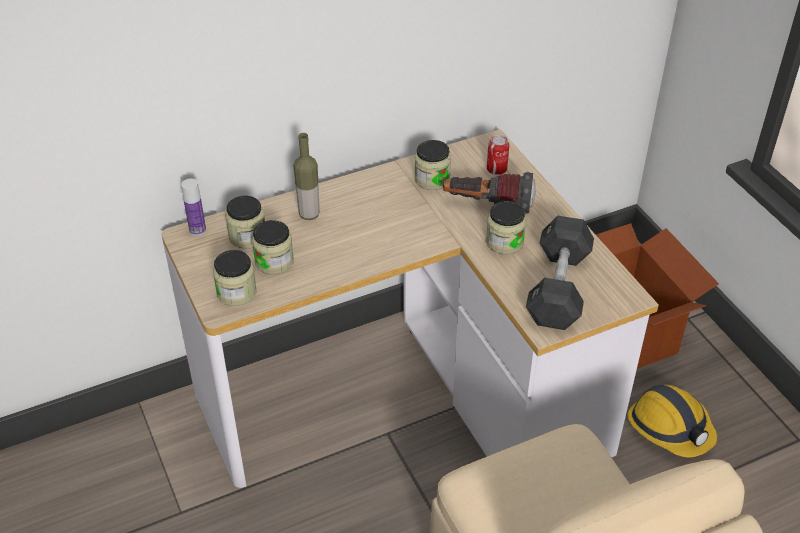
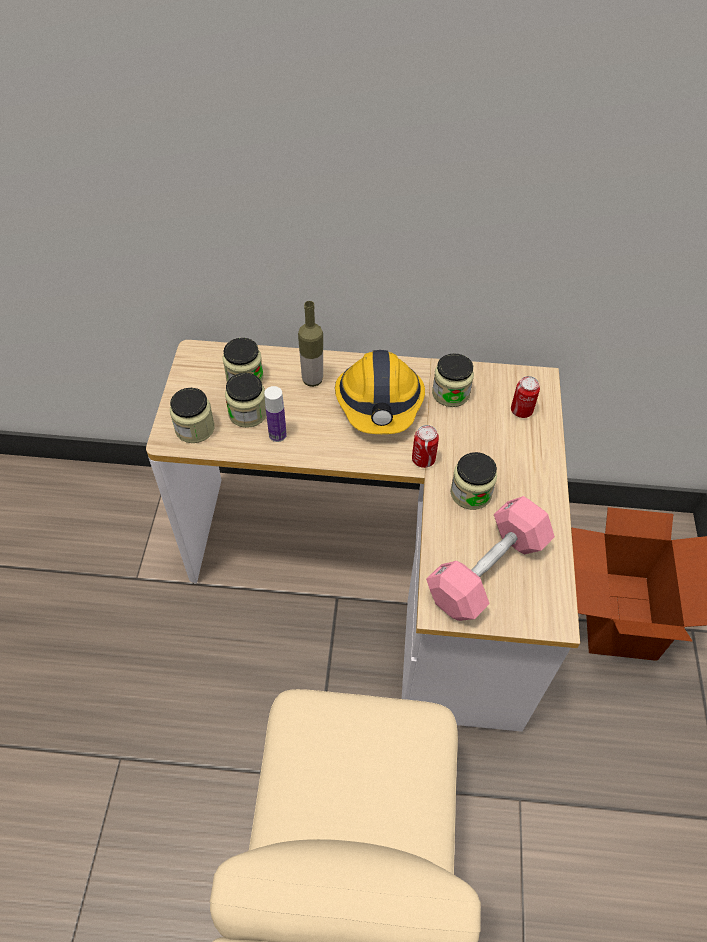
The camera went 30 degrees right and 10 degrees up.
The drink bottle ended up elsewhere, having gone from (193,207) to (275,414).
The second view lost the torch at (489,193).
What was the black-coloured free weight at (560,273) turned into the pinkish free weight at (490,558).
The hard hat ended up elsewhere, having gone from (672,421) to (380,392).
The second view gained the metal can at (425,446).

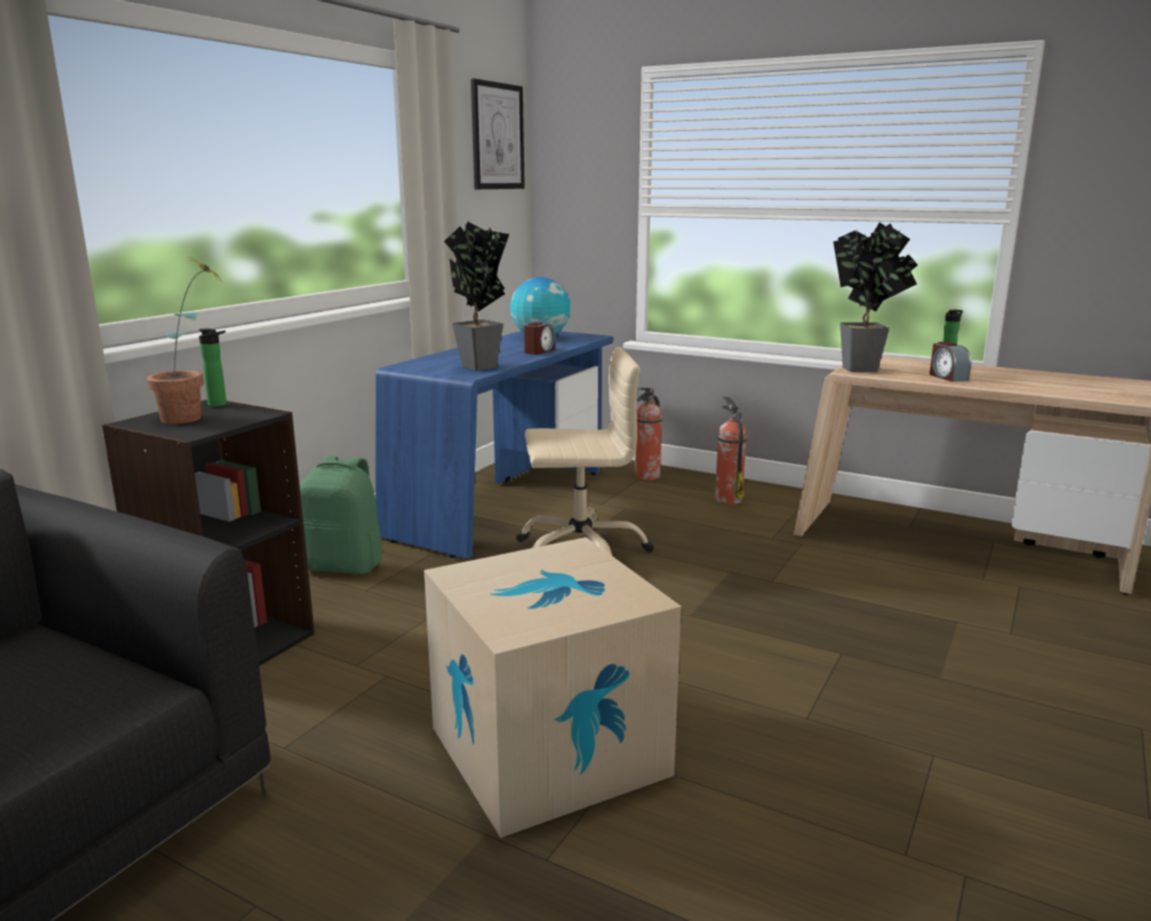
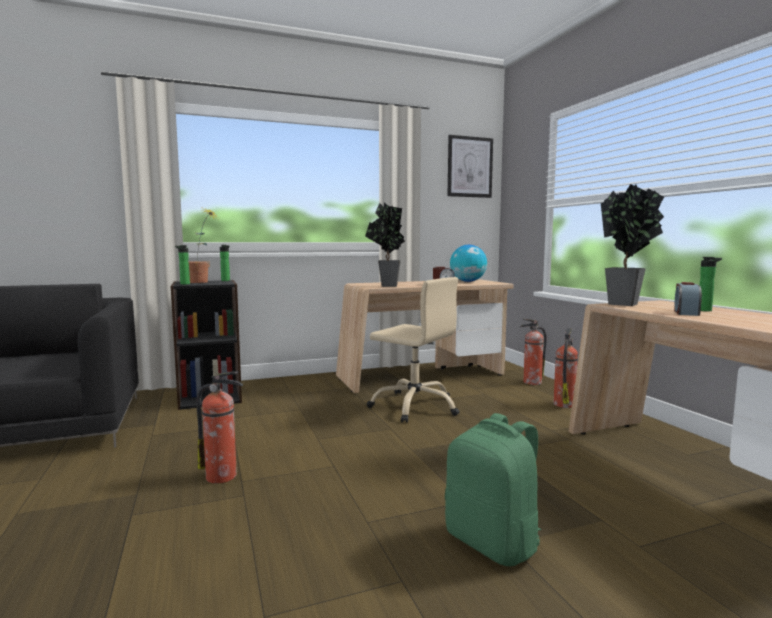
The camera went 40 degrees right and 10 degrees down.
The green backpack ended up elsewhere, having gone from (341,515) to (493,489).
What was the bluish desk table at (494,445) turned into the sand-coloured desk table at (425,336).
Where the packing box stood at (552,687), the fire-fighting cylinder came to stand at (219,427).
The second view gained the drink bottle at (182,265).

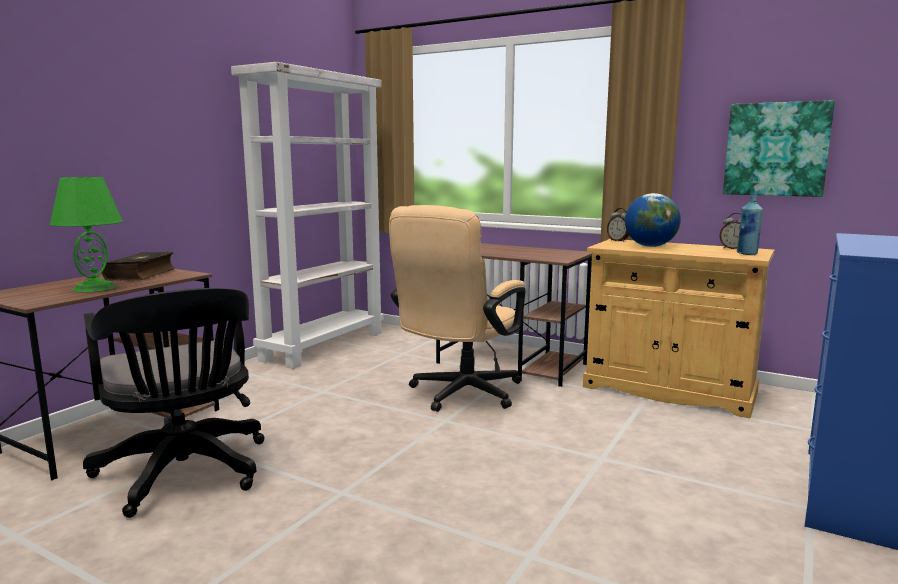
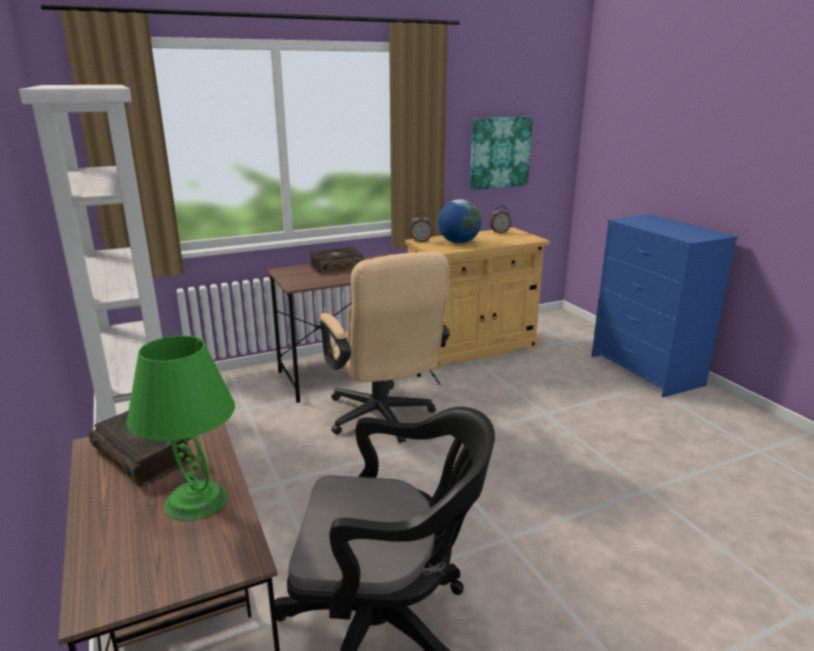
The camera went 55 degrees left and 10 degrees up.
The second view lost the bluish drink bottle at (749,225).
The second view gained the volume at (337,260).

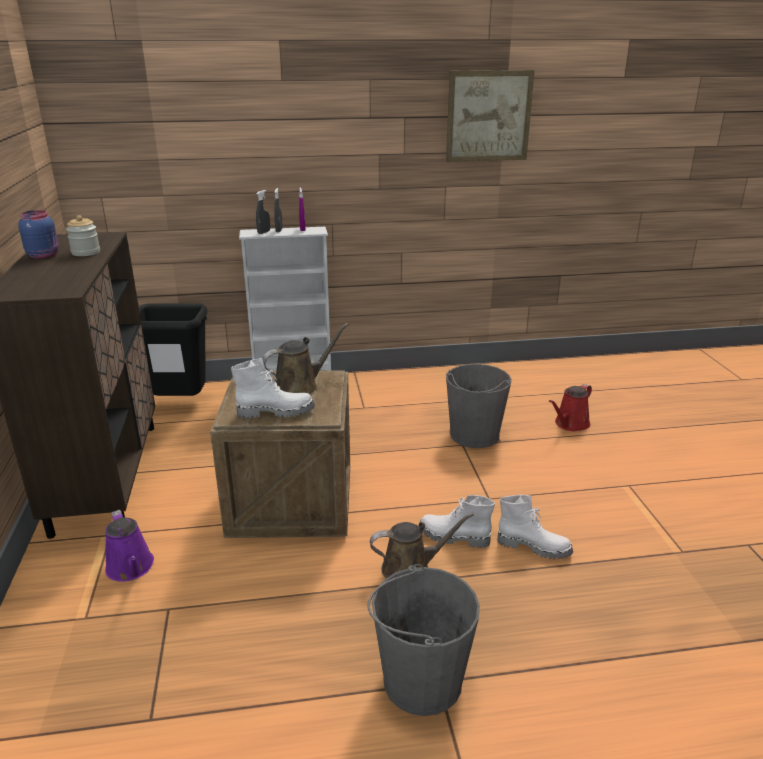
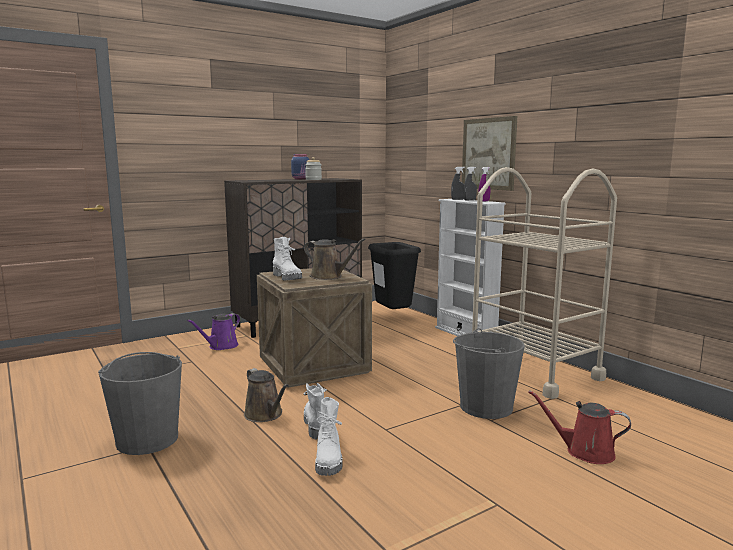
The camera went 65 degrees right and 15 degrees down.
The wall picture ended up elsewhere, having gone from (490,116) to (489,153).
The second view gained the sand-coloured cart at (544,283).

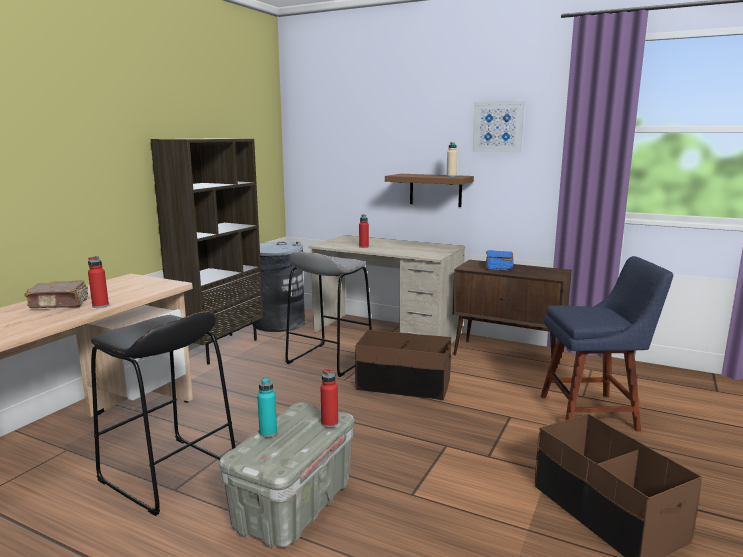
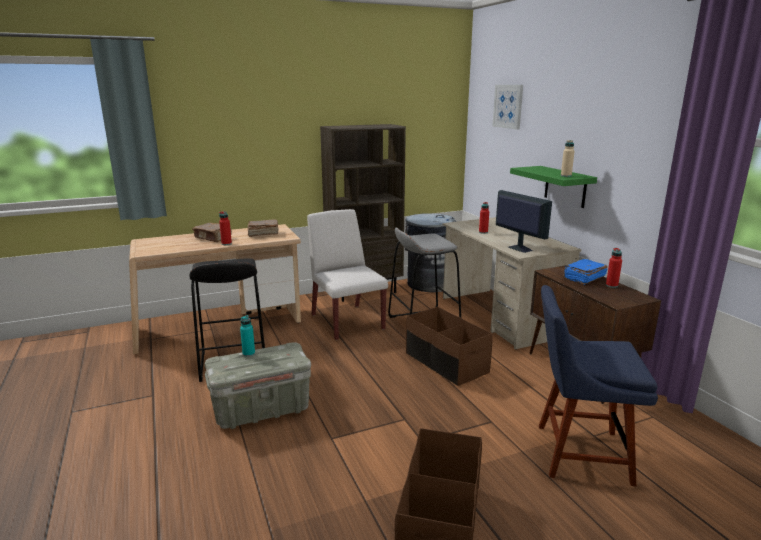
The camera went 40 degrees right and 5 degrees up.
The reddish drink bottle ended up elsewhere, having gone from (329,398) to (614,268).
What was the brown wall shelf at (429,190) turned into the green wall shelf at (553,187).
The wall picture ended up elsewhere, having gone from (498,126) to (507,107).
The bluish chair at (607,344) ended up facing another way, 150 degrees clockwise from before.
The second view gained the brown volume at (263,228).
The second view gained the white chair at (347,274).
The second view gained the computer display at (524,221).

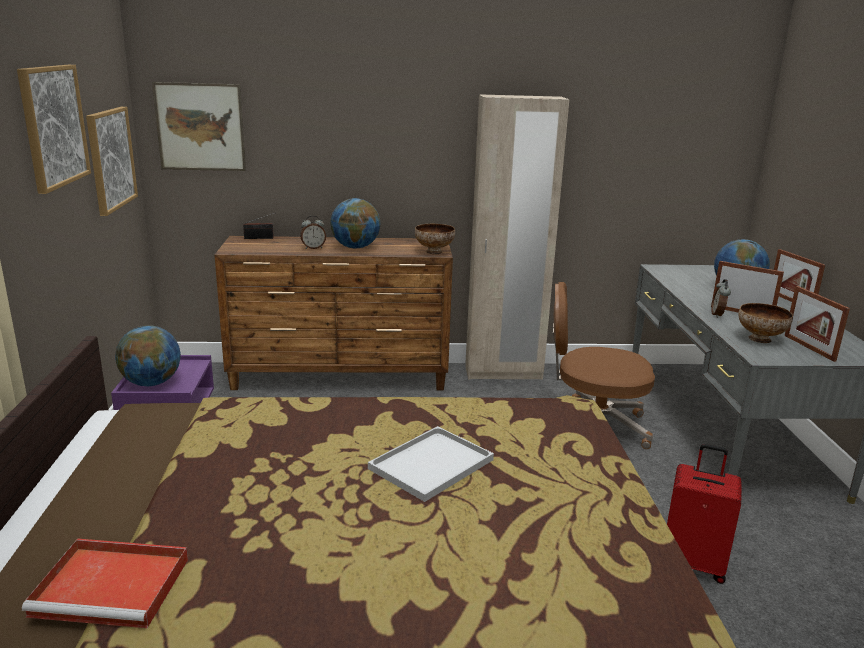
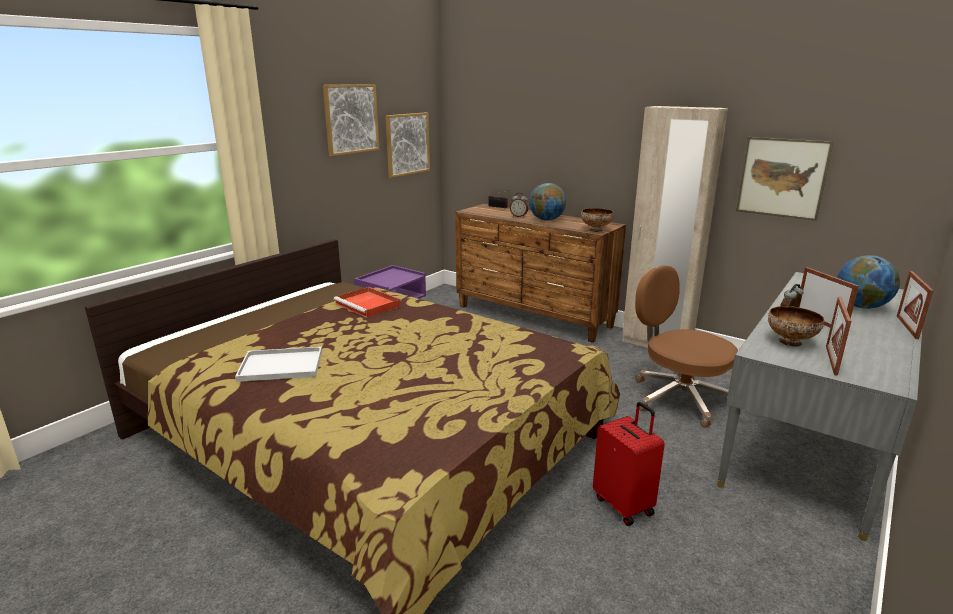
The camera went 40 degrees right and 0 degrees up.
The reddish carrying tray ended up elsewhere, having gone from (105,583) to (367,302).
The second view lost the desk globe at (147,355).
The wall picture ended up elsewhere, having gone from (199,126) to (784,179).
The white carrying tray ended up elsewhere, having gone from (431,464) to (278,364).

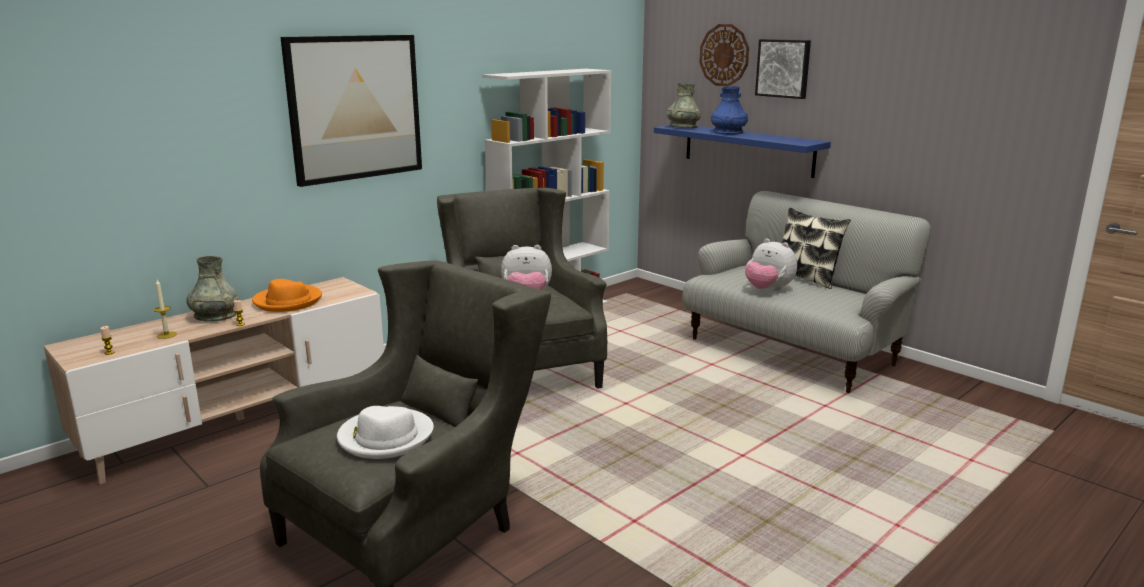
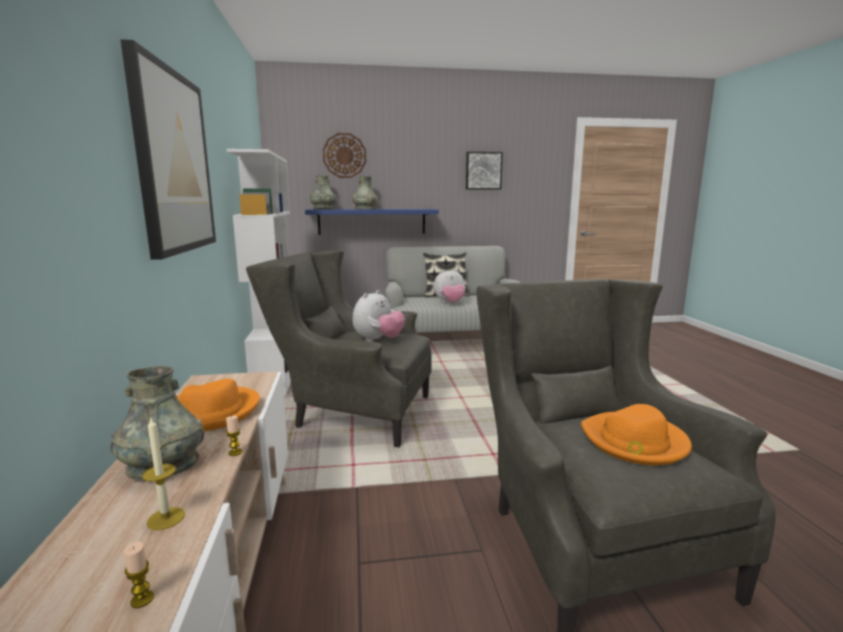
The camera went 55 degrees left and 5 degrees down.
What was the white clothing hat at (385,432) turned into the orange clothing hat at (636,434).
What was the bluish decorative vase at (729,110) turned into the greyish decorative vase at (365,192).
The wall picture ended up elsewhere, having gone from (783,69) to (484,171).

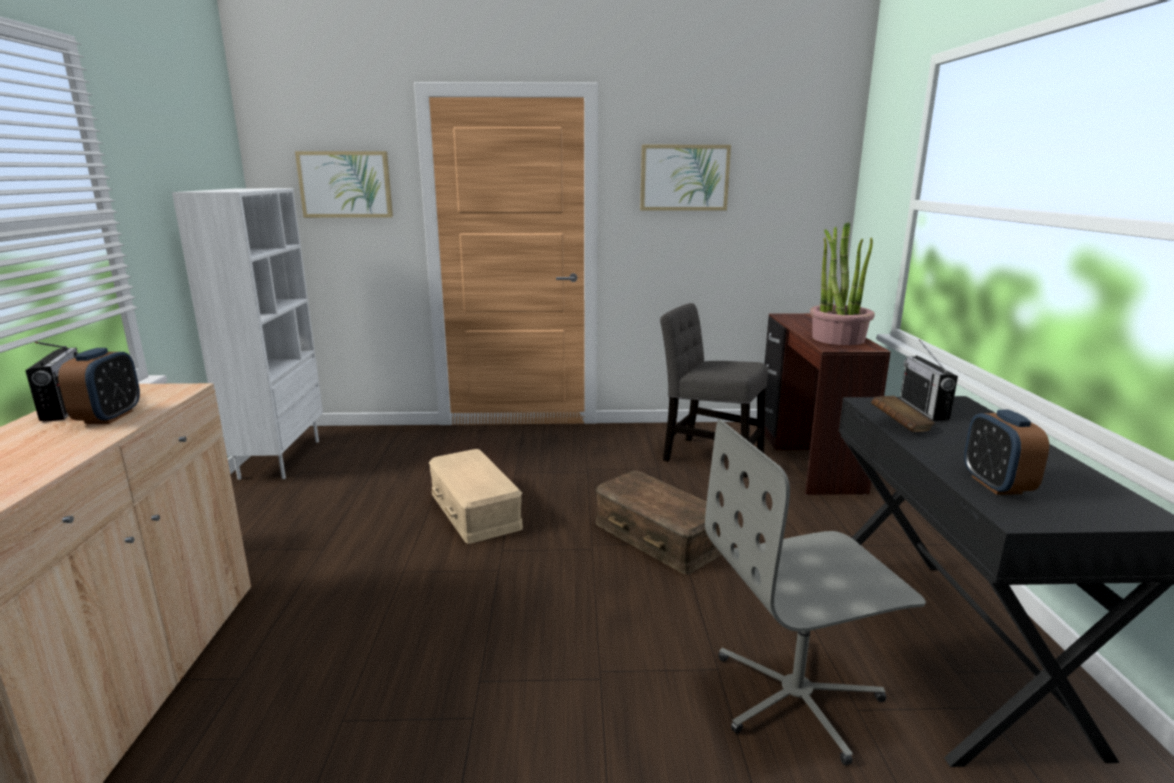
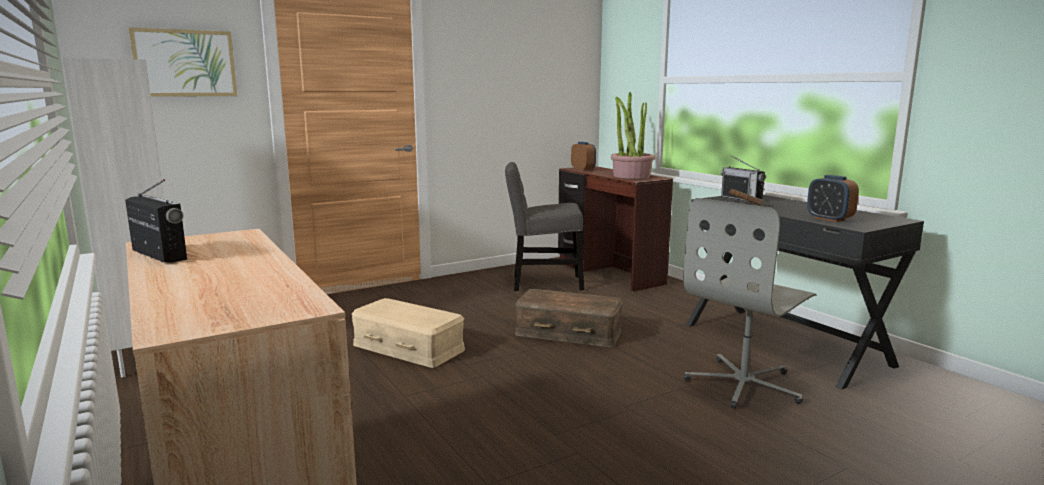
The camera went 30 degrees left and 5 degrees down.
The alarm clock ended up elsewhere, having gone from (99,386) to (583,156).
The second view lost the wall picture at (685,178).

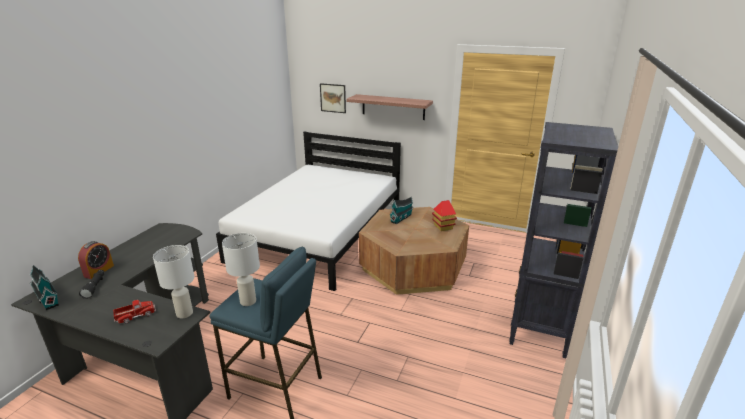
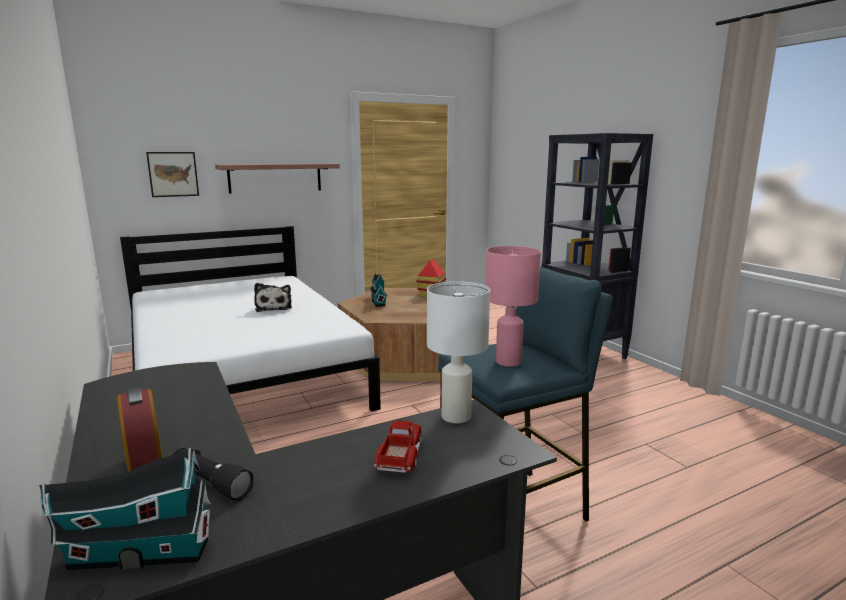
The camera went 50 degrees left and 10 degrees down.
What was the white lamp for a table at (241,269) turned into the pinkish lamp for a table at (513,306).
The second view gained the plush toy at (273,297).

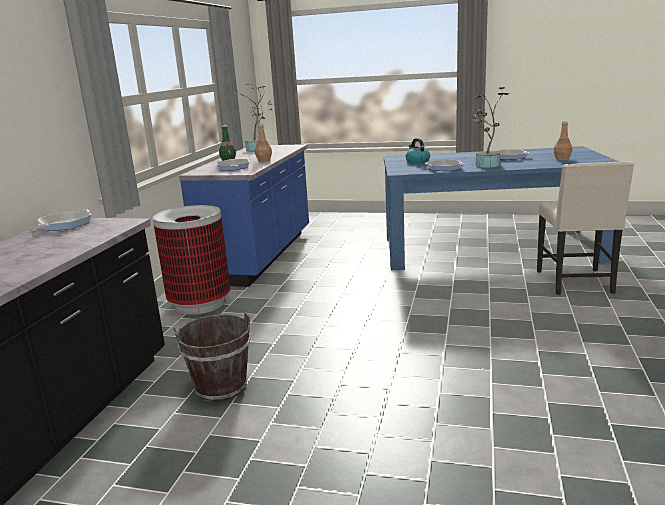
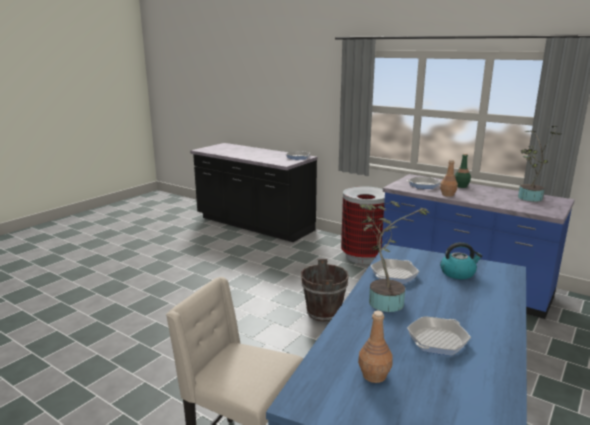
The camera went 110 degrees right and 0 degrees up.
The brown water bucket ended up elsewhere, having gone from (212,357) to (325,290).

